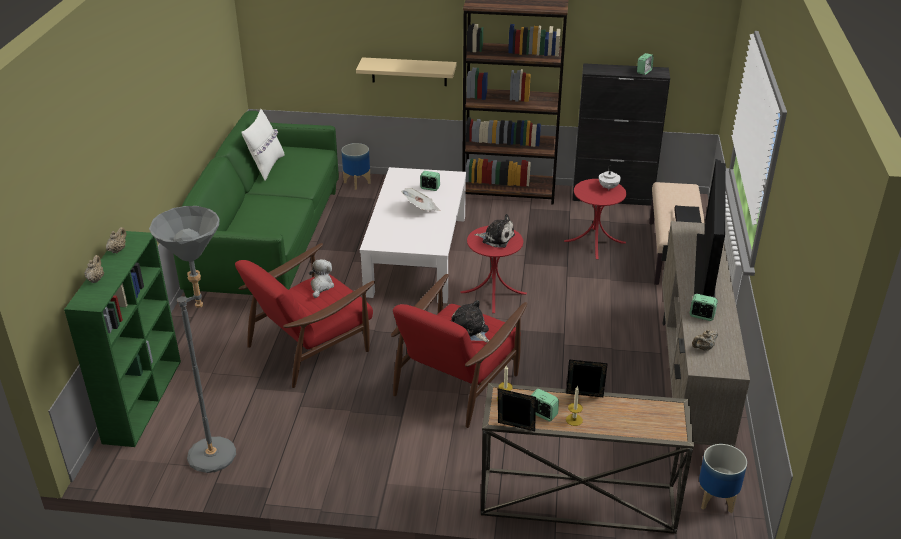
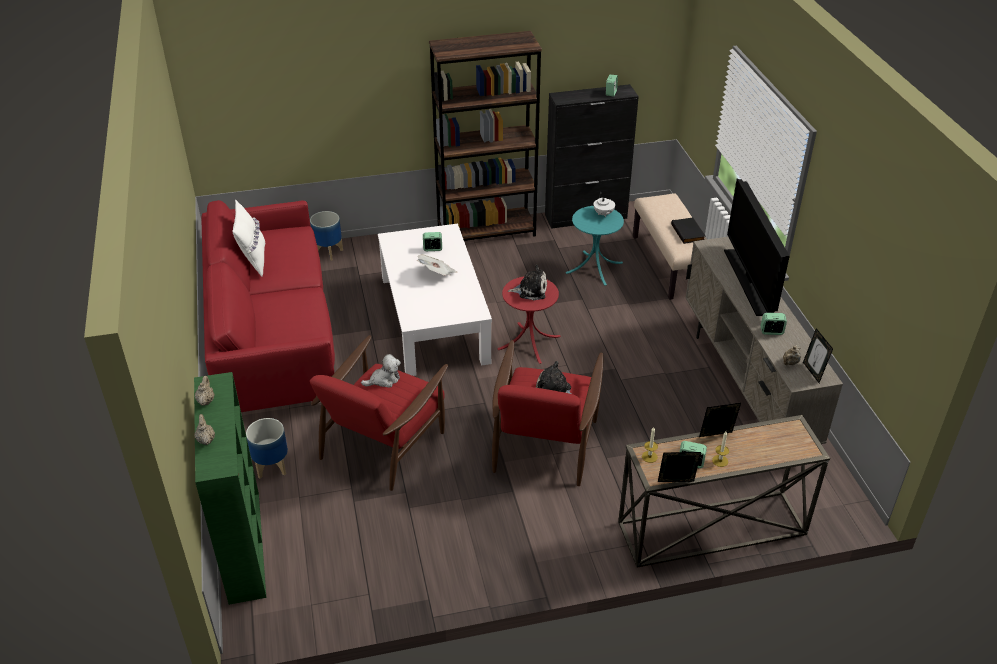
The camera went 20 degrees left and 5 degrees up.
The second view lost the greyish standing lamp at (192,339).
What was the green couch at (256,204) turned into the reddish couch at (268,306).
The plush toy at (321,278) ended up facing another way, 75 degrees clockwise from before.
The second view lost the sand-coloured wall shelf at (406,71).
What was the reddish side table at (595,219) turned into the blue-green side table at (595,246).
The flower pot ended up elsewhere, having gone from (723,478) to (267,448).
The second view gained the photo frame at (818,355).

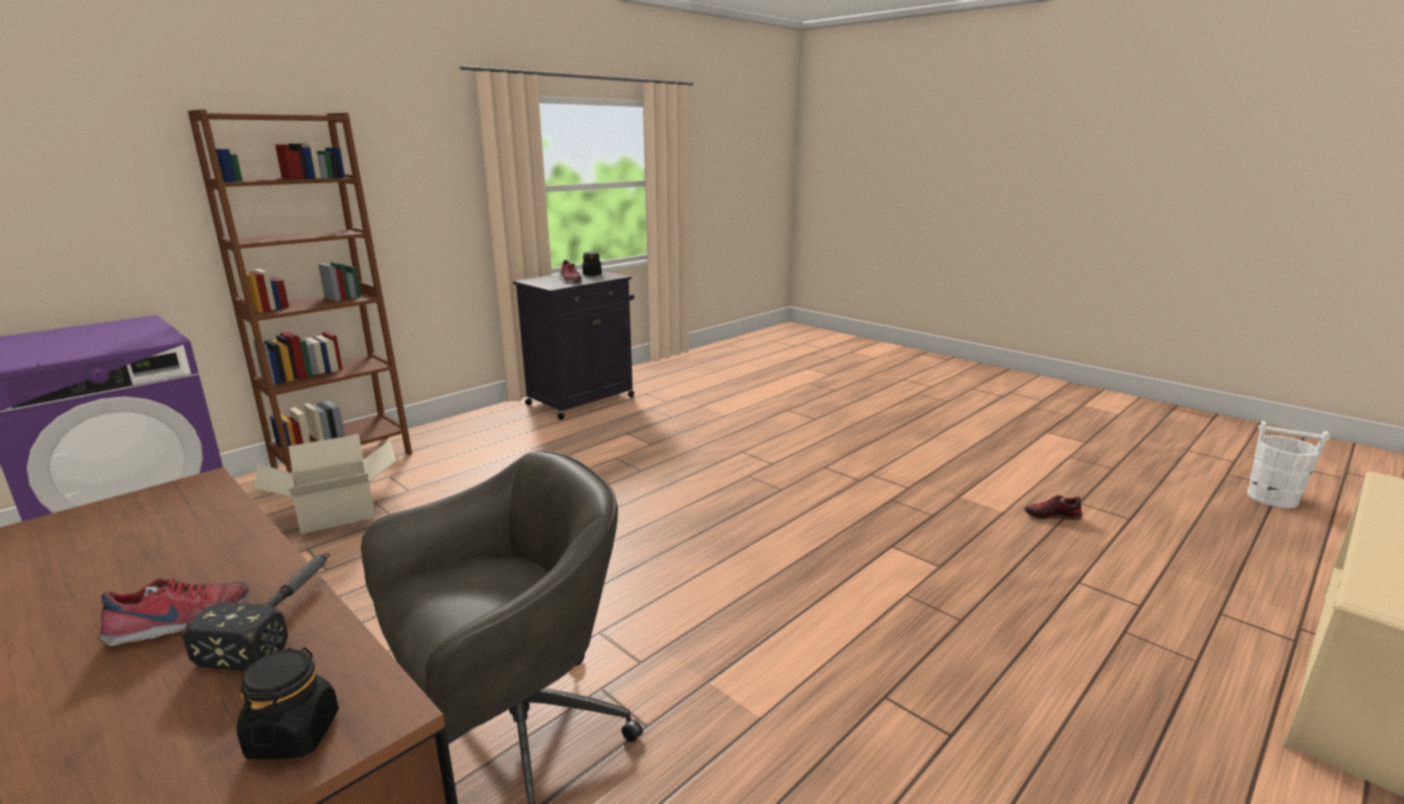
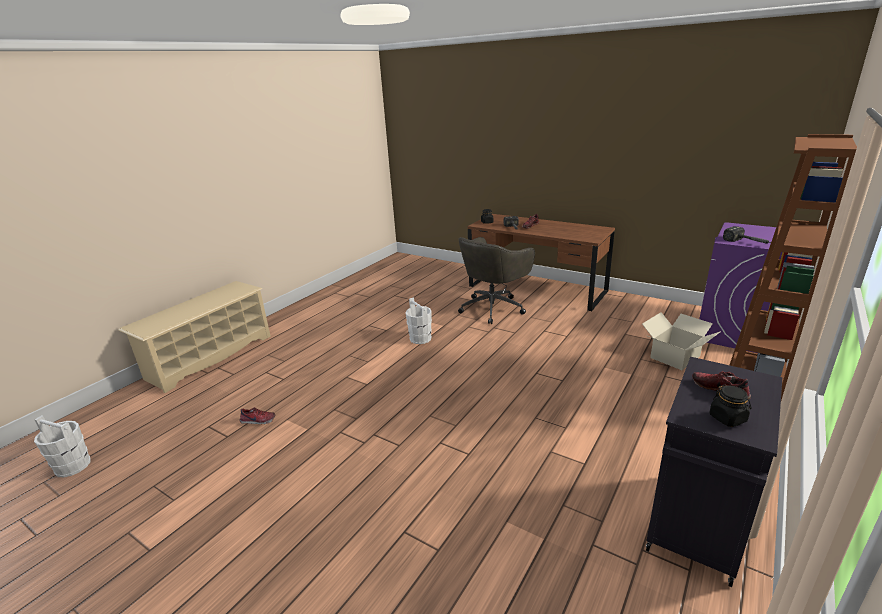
The camera went 170 degrees right and 5 degrees up.
The second view gained the white water bucket at (419,320).
The second view gained the hammer at (746,235).

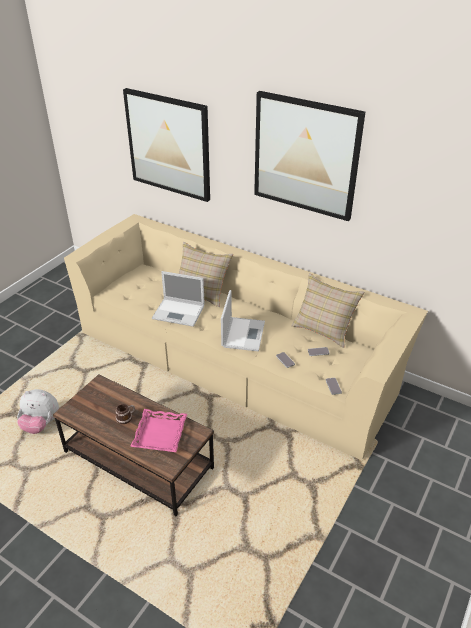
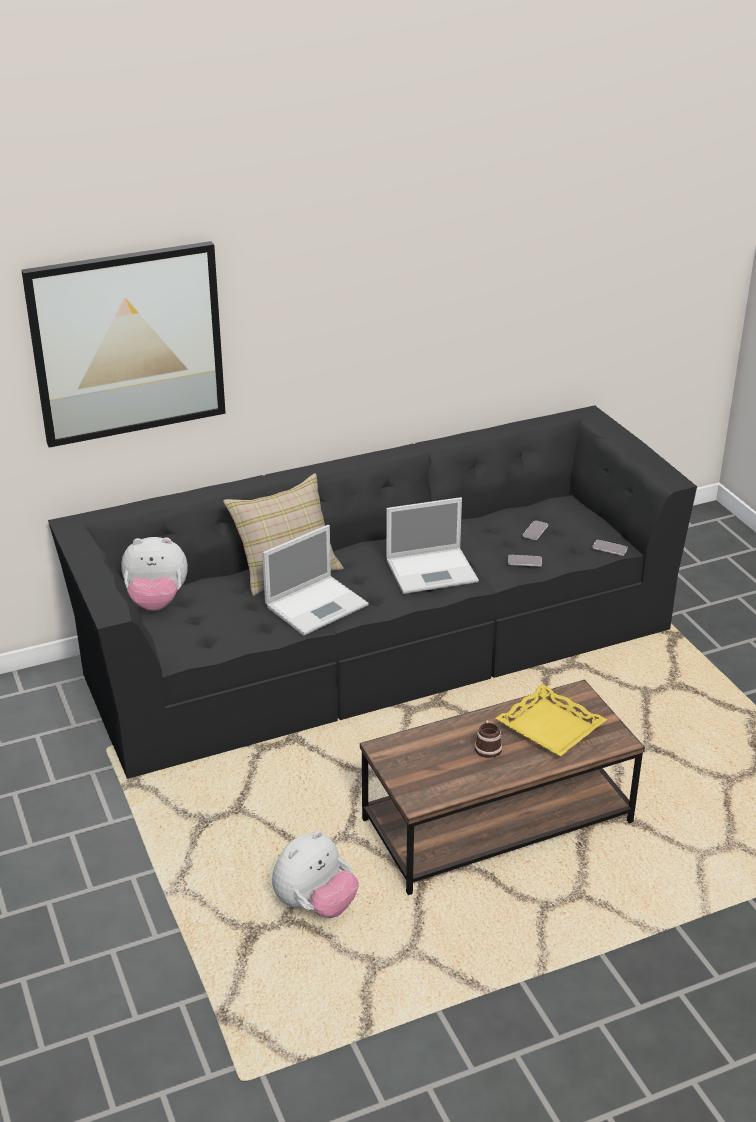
The camera went 55 degrees left and 5 degrees down.
What was the sand-coloured couch at (246,337) turned into the black-coloured couch at (372,592).
What was the pinkish carrying tray at (158,430) turned into the yellowish carrying tray at (551,720).
The portable computer at (243,320) ended up facing another way, 120 degrees clockwise from before.
The second view lost the wall picture at (309,156).
The second view lost the sand-coloured cushion at (327,310).
The second view gained the plush toy at (154,574).

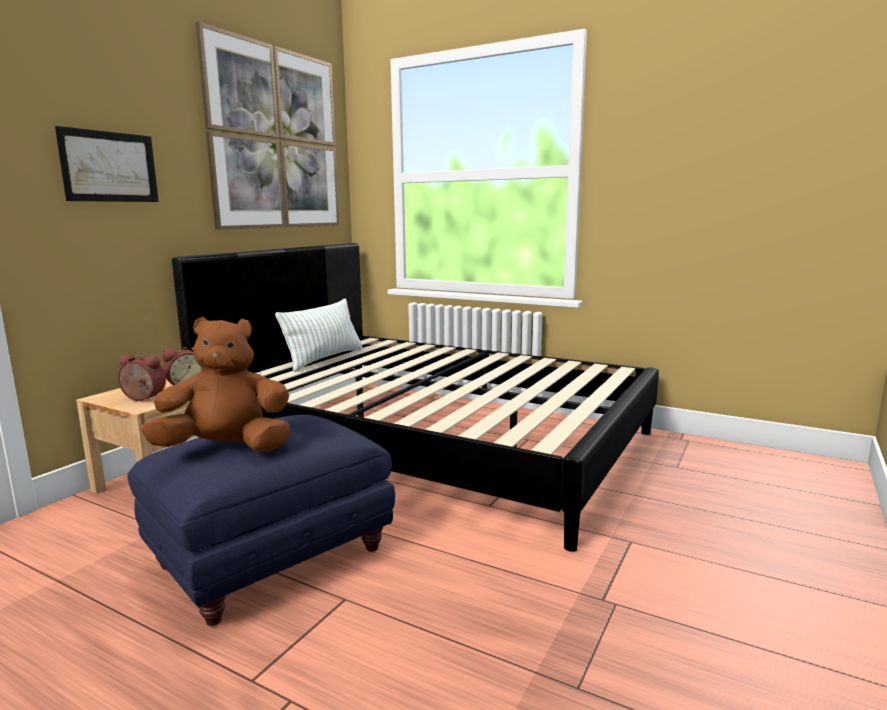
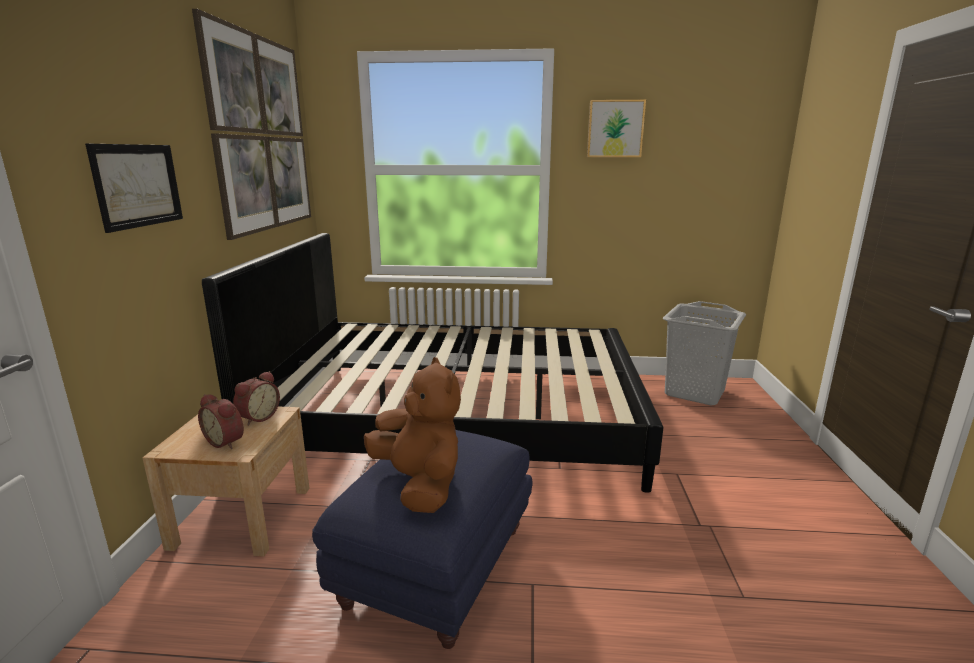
The camera went 25 degrees left and 5 degrees up.
The alarm clock at (142,377) ended up facing another way, 135 degrees counterclockwise from before.
The brown plush toy at (216,384) ended up facing another way, 90 degrees clockwise from before.
The second view lost the cushion at (319,335).
The second view gained the wall picture at (616,128).
The second view gained the greyish washing basket at (704,353).

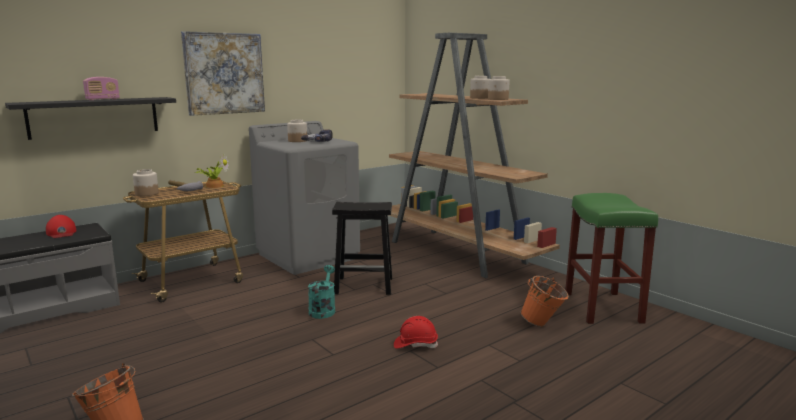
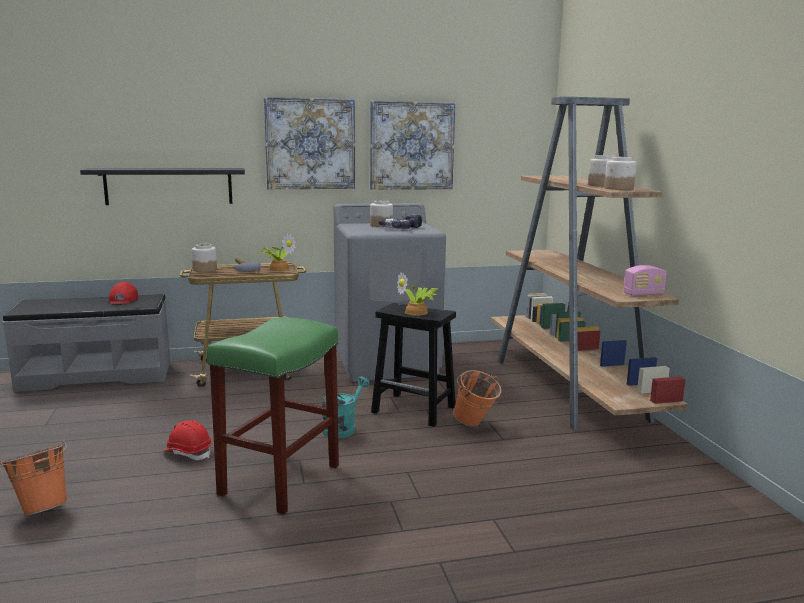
The camera went 25 degrees right and 0 degrees up.
The radio set ended up elsewhere, having gone from (101,88) to (645,280).
The reddish hard hat ended up elsewhere, having gone from (416,332) to (187,440).
The orange water bucket ended up elsewhere, having gone from (545,301) to (477,398).
The green stool seat ended up elsewhere, having gone from (611,258) to (273,416).
The second view gained the wall picture at (412,145).
The second view gained the plant in a pot at (417,293).

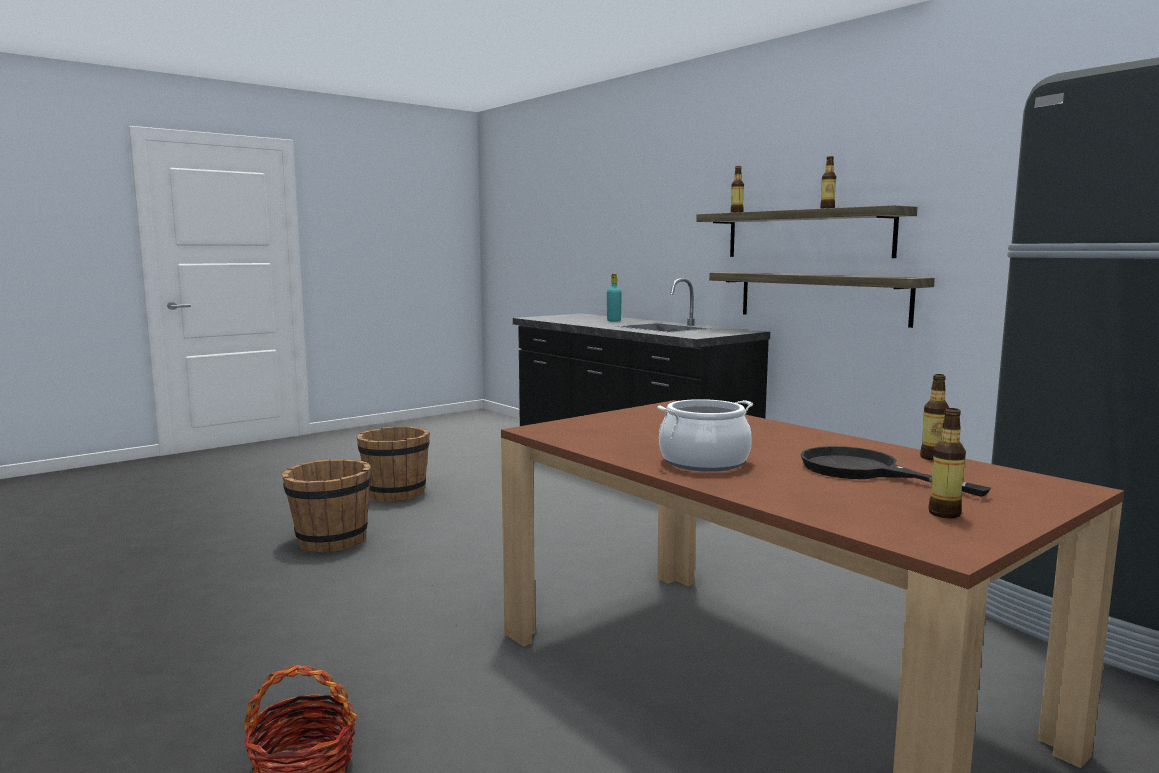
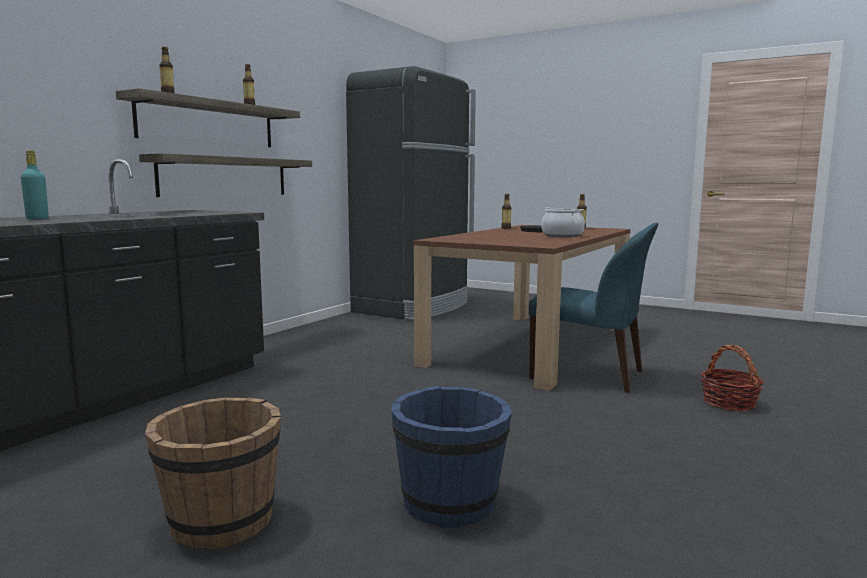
The camera went 110 degrees left and 0 degrees up.
What was the brown water bucket at (326,505) turned into the bluish water bucket at (451,457).
The second view gained the bluish chair at (593,308).

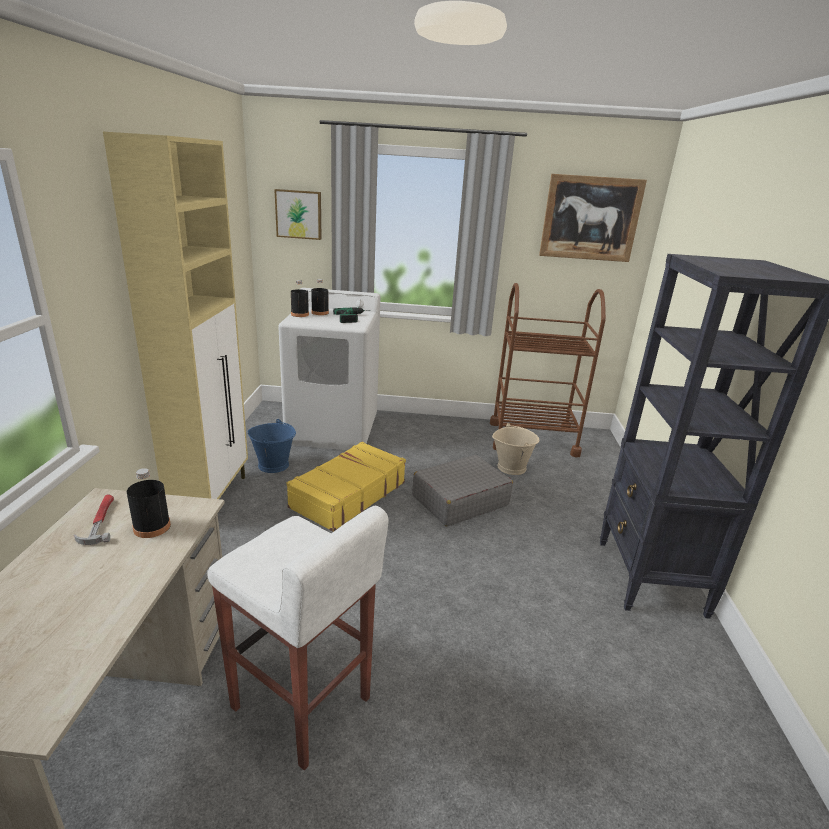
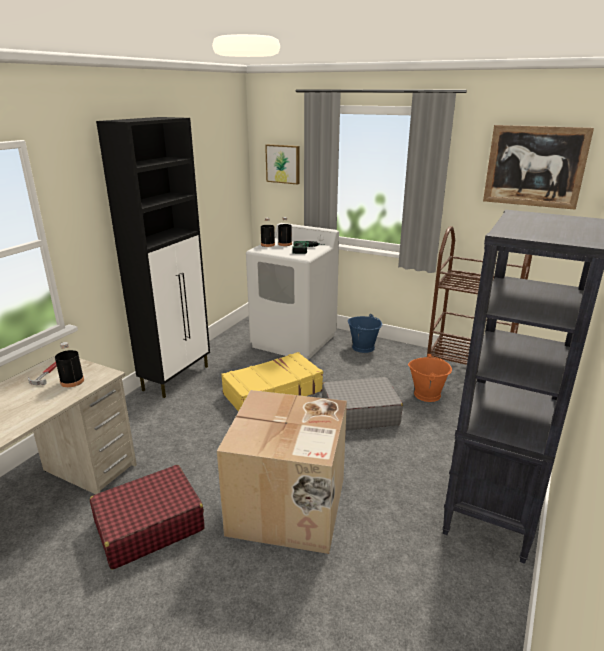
The camera went 25 degrees right and 0 degrees up.
What was the sand-coloured cupboard at (175,315) turned into the black-coloured cupboard at (153,257).
Where the white stool seat stood at (298,638), the reddish travel case came to stand at (147,517).
The bluish water bucket ended up elsewhere, having gone from (272,446) to (365,333).
What was the sand-coloured water bucket at (515,449) turned into the orange water bucket at (430,378).
The second view gained the packing box at (282,472).

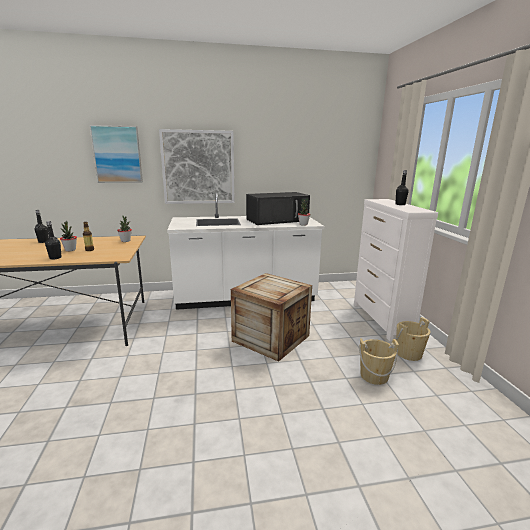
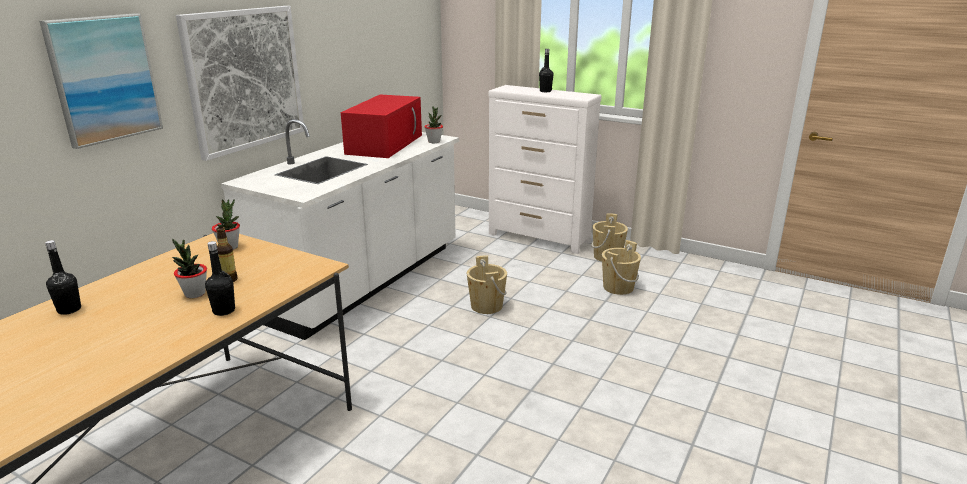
The camera went 50 degrees left and 5 degrees up.
Where the crate stood at (271,317), the sand-coloured water bucket came to stand at (487,284).
What was the black-coloured kitchen microwave at (278,208) turned into the reddish kitchen microwave at (381,126).

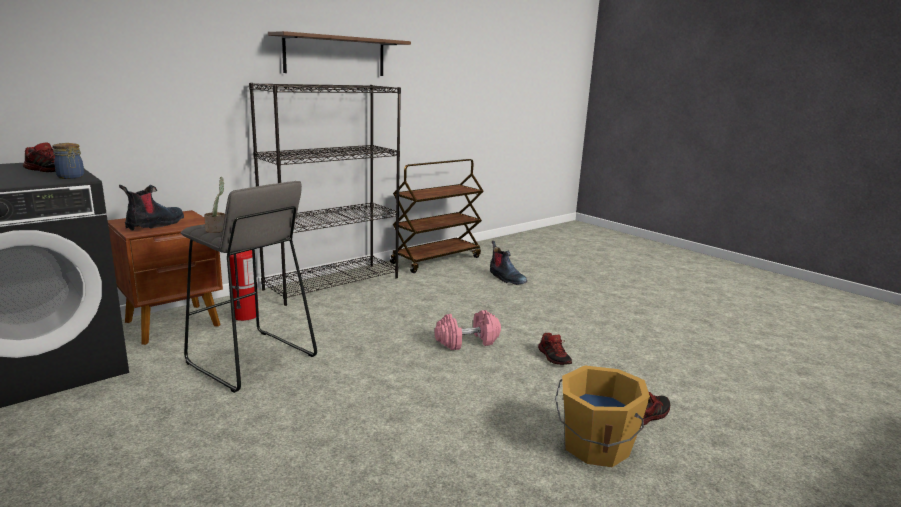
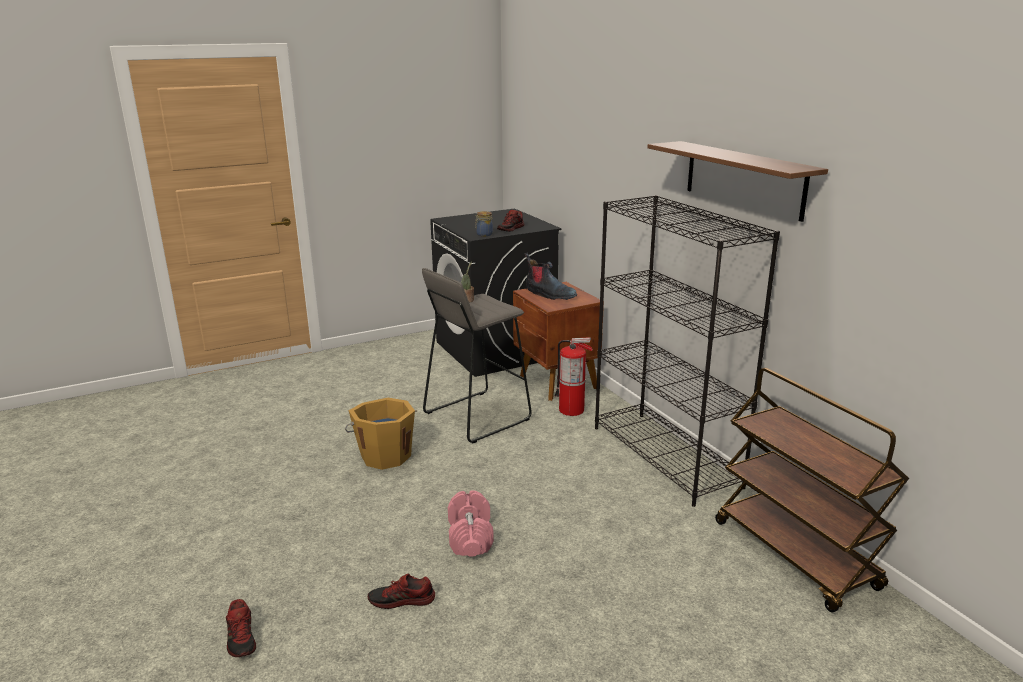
The camera went 105 degrees right and 5 degrees up.
The second view lost the boot at (508,263).
The orange water bucket ended up elsewhere, having gone from (602,416) to (381,434).

